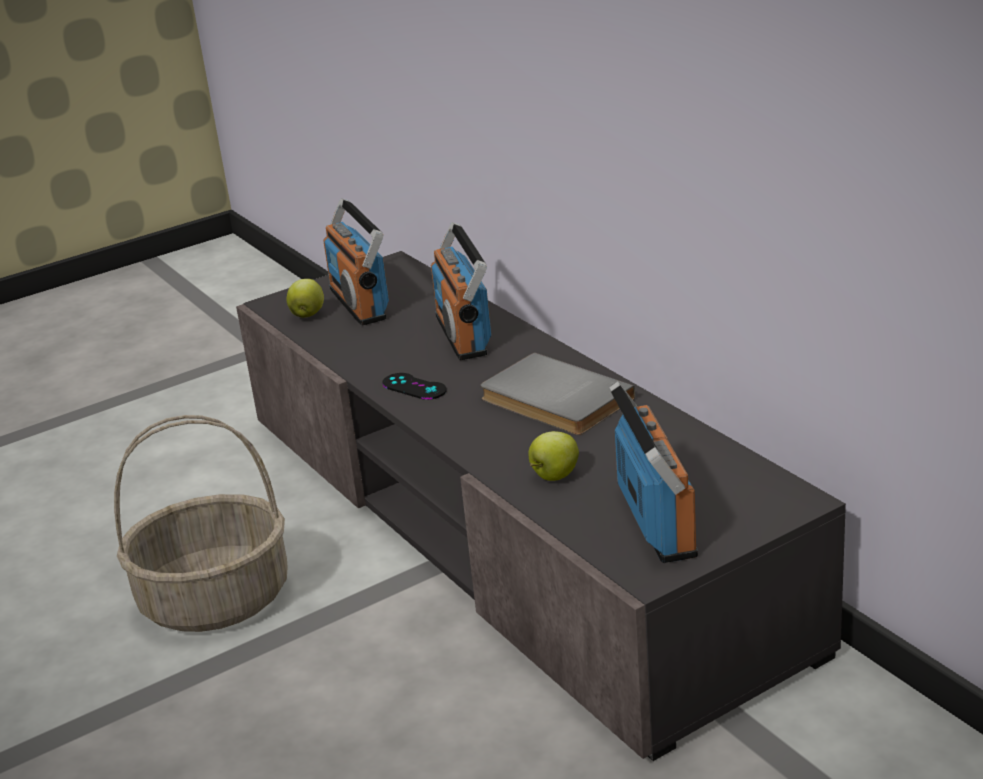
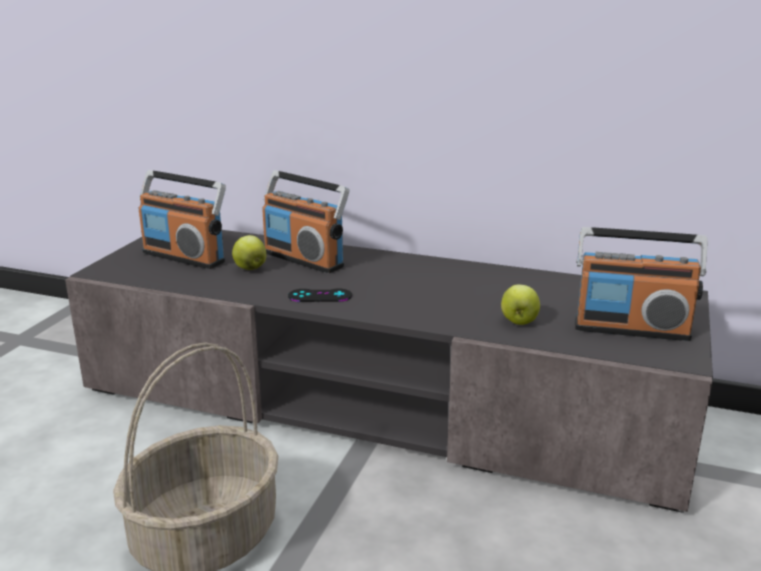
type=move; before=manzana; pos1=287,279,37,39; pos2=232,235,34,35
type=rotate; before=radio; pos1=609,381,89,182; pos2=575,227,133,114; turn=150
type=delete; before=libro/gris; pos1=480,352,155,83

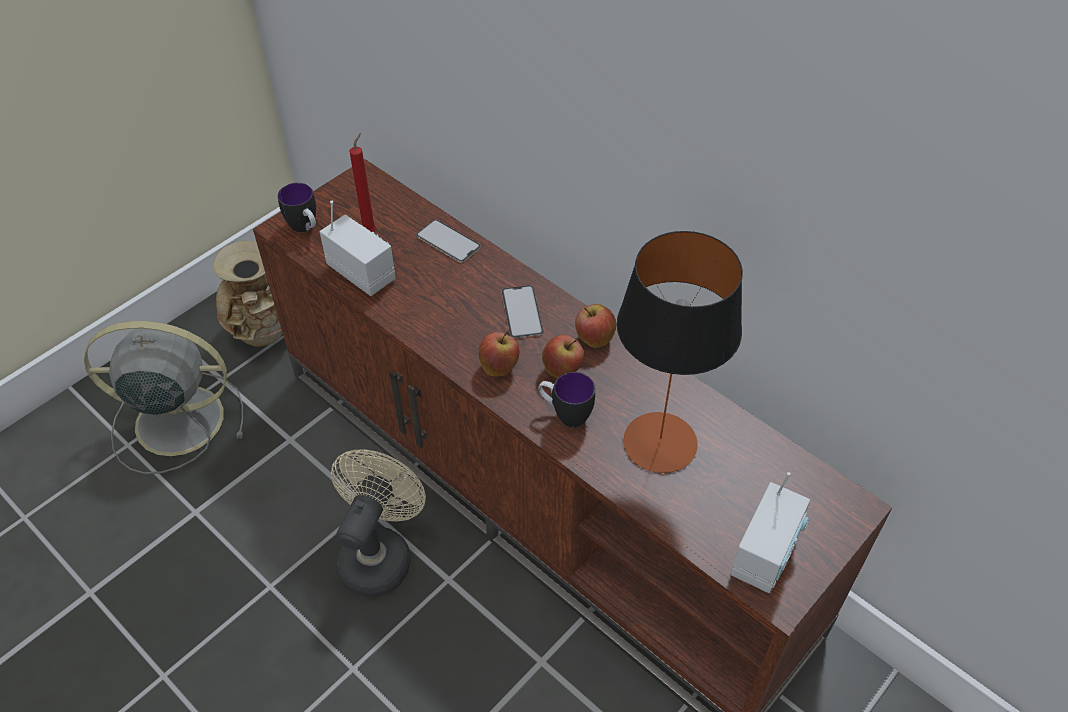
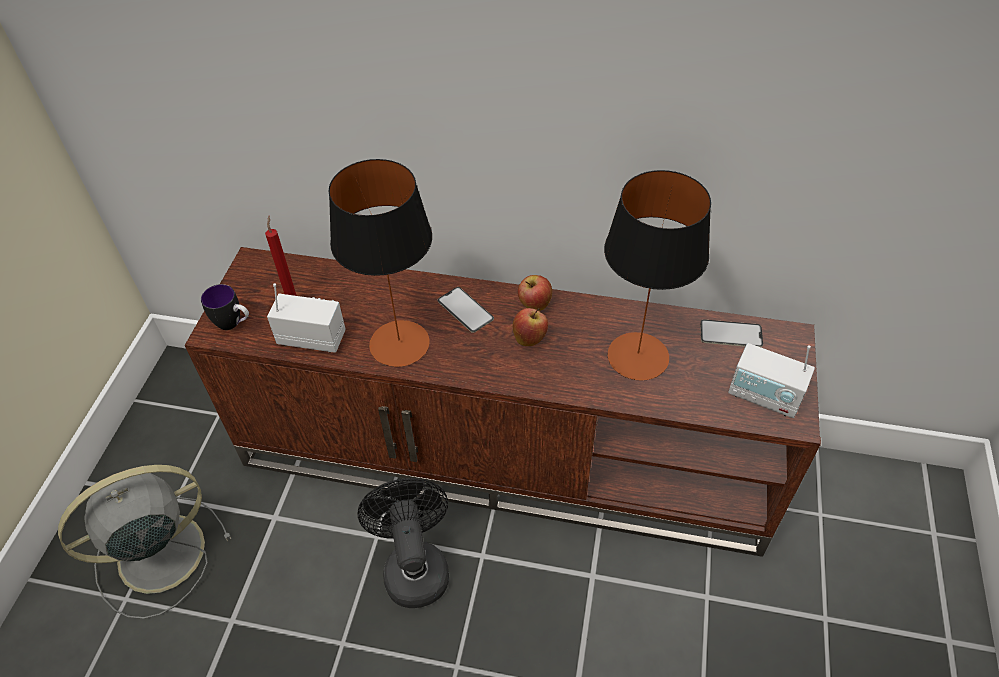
type=insert; after=lámpara de mesa; pos2=329,159,103,208
type=recolor; before=ventilador/beis; after=ventilador/negro; pos1=331,450,95,147; pos2=357,478,92,130
type=move; before=móvil; pos1=416,219,65,44; pos2=700,319,63,28
type=rotate; before=radio; pos1=730,472,80,121; pos2=728,343,87,75; turn=120
type=delete; before=florero/beis; pos1=213,241,70,106
type=delete; before=manzana; pos1=478,331,41,46
type=delete; before=taza grande; pos1=538,372,57,55

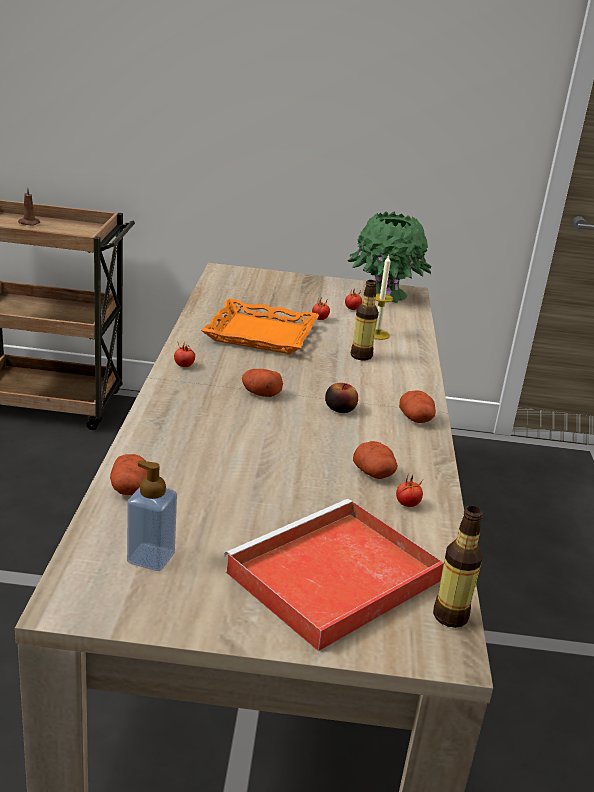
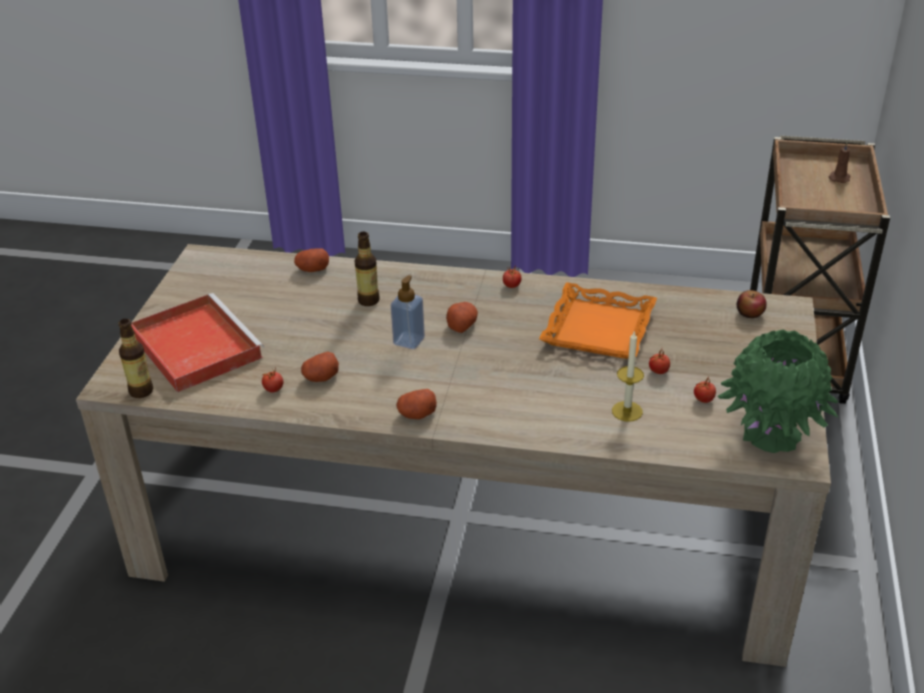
type=move; before=botella; pos1=351,280,28,81; pos2=354,232,26,74
type=move; before=dispensador de jabón; pos1=127,461,50,110; pos2=391,275,34,74
type=move; before=manzana; pos1=325,383,33,30; pos2=737,290,30,28

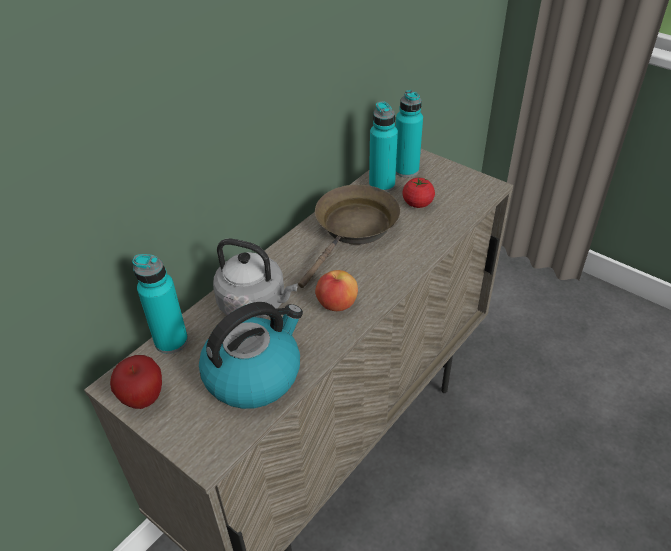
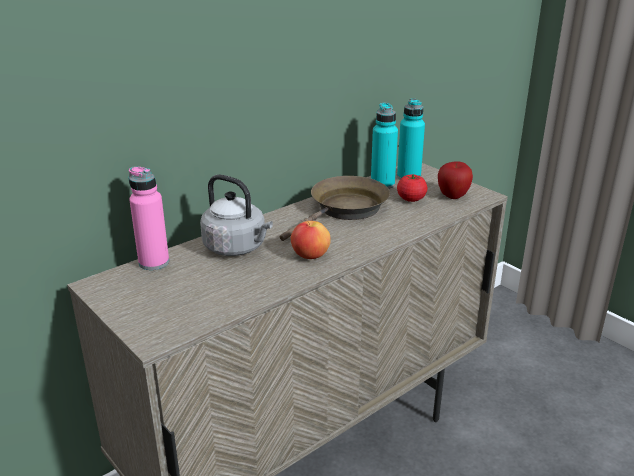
type=recolor; before=botella/turquesa; after=botella/rosa; pos1=132,254,56,100; pos2=129,166,40,104
type=move; before=manzana; pos1=110,355,52,54; pos2=438,161,35,38
type=delete; before=hervidor; pos1=199,302,104,107

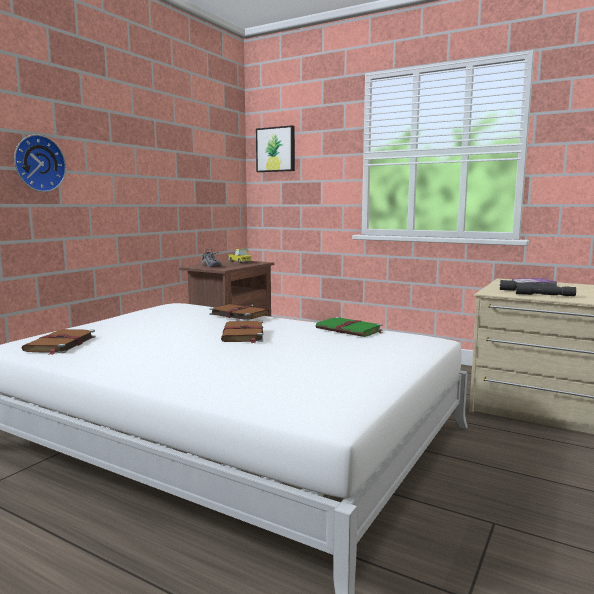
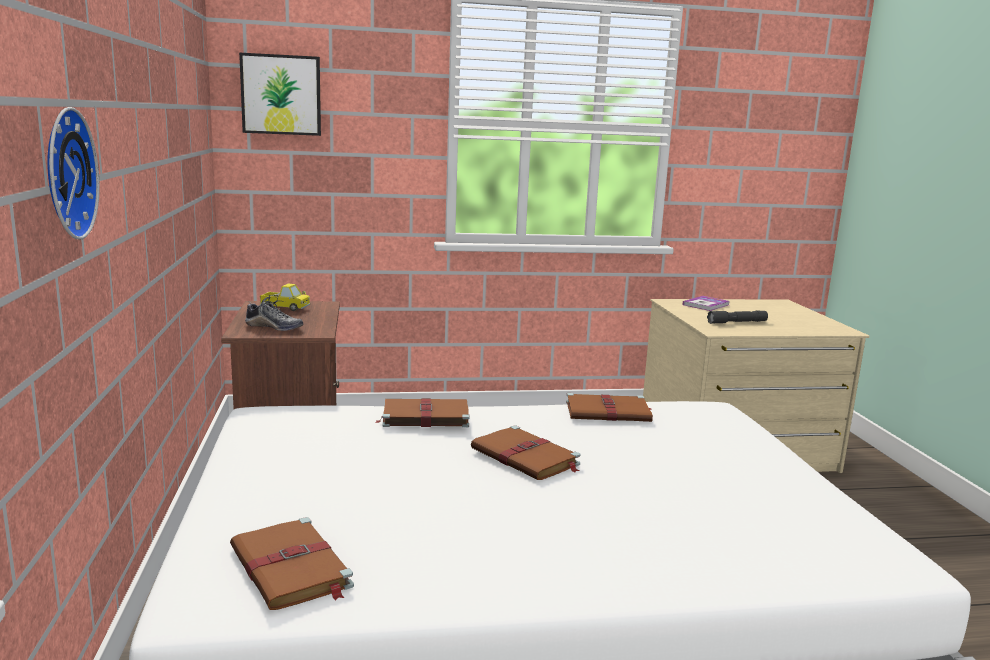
type=recolor; before=libro/verde; after=libro/marrón; pos1=316,317,66,20; pos2=566,393,87,29
type=delete; before=linterna/gris; pos1=516,284,60,12

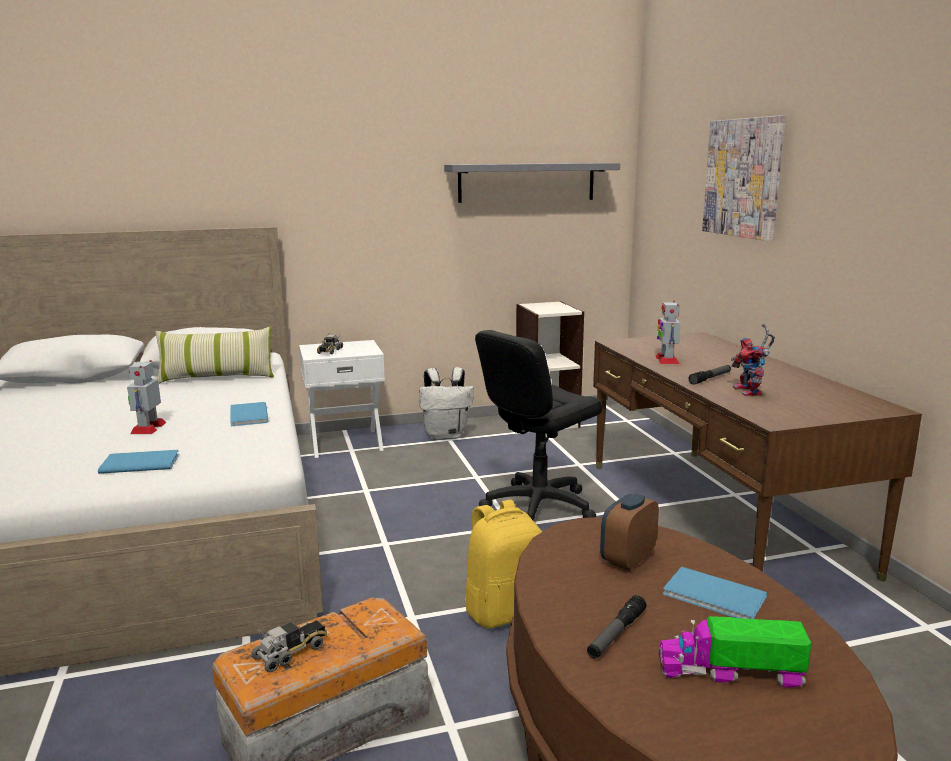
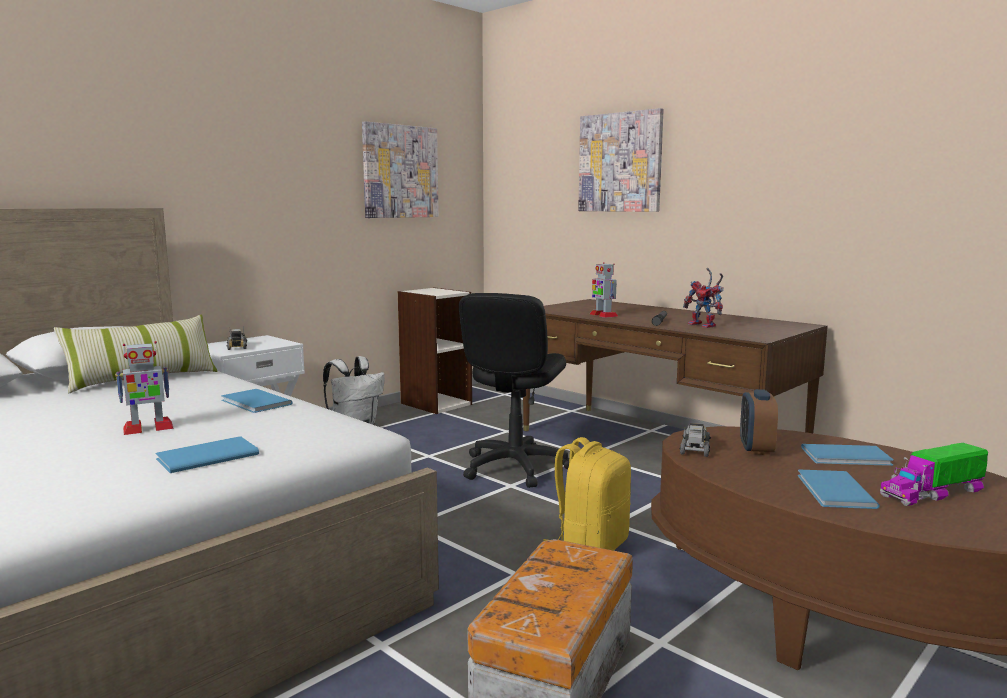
type=rotate; before=robot de juguete; pos1=127,360,39,74; pos2=115,341,59,94; turn=-90
type=replace; before=estante/gris; after=cuadro; pos1=444,163,176,40; pos2=362,121,77,97
type=move; before=camión de juguete; pos1=251,620,76,52; pos2=679,423,32,34
type=replace; before=linterna; after=libro/azul; pos1=587,595,59,63; pos2=797,469,83,40

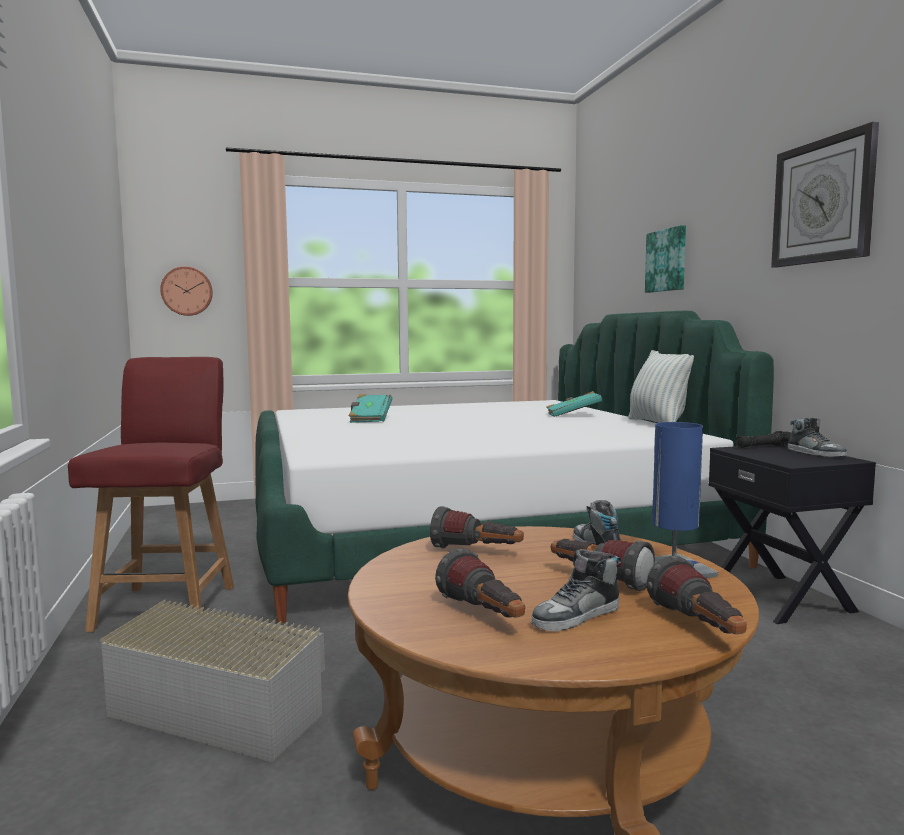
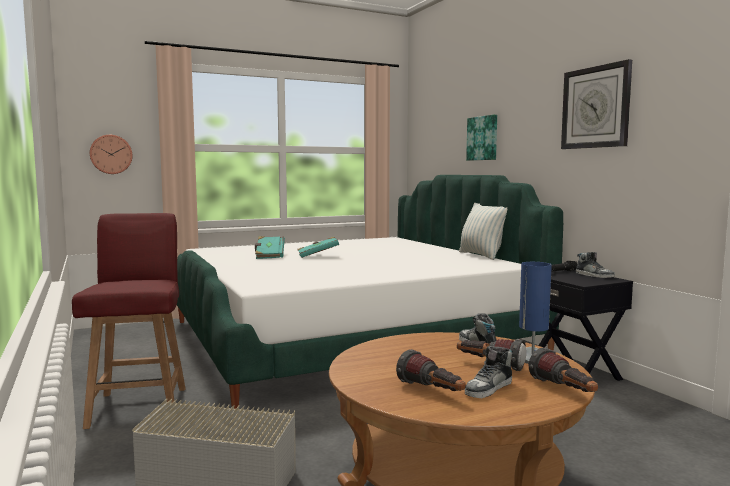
type=move; before=libro/turquesa; pos1=546,391,56,26; pos2=297,237,42,21
type=delete; before=linterna; pos1=430,506,94,42

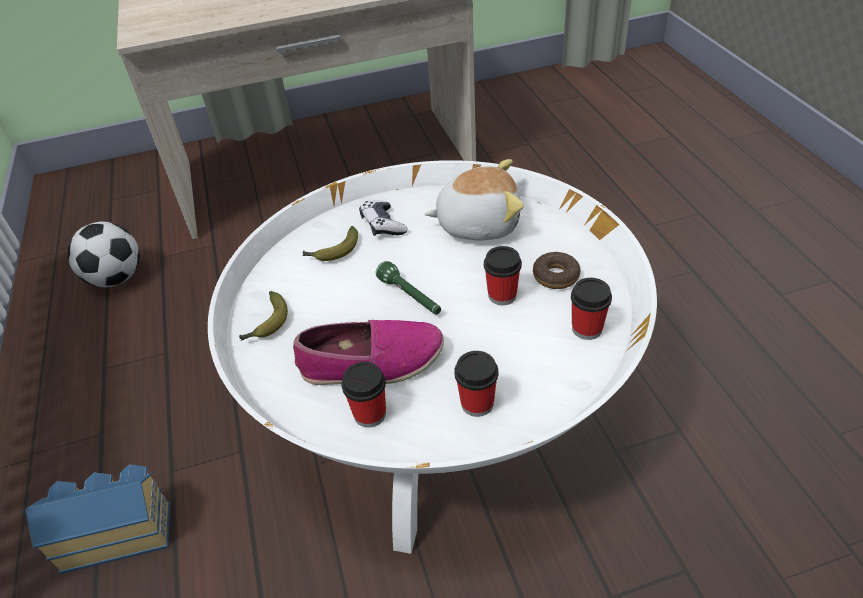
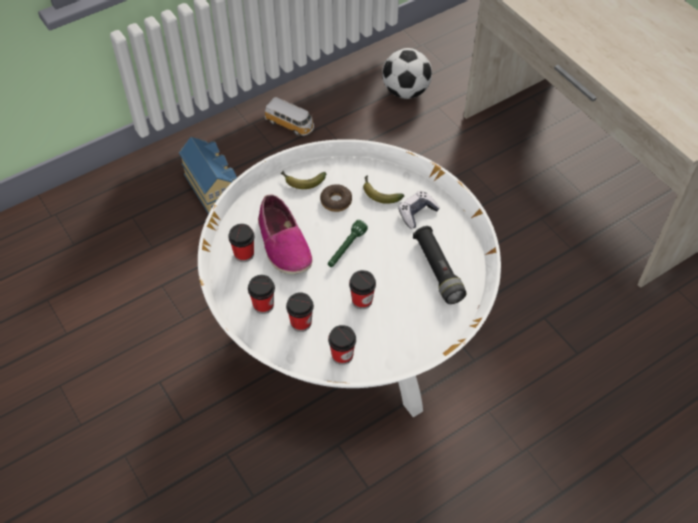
type=insert; after=coche de juguete; pos2=265,97,49,39
type=insert; after=taza; pos2=286,292,28,40
type=move; before=rosquilla; pos1=533,252,48,37; pos2=320,184,32,28
type=replace; before=peluche; after=linterna/negro; pos1=425,159,99,81; pos2=413,226,54,78

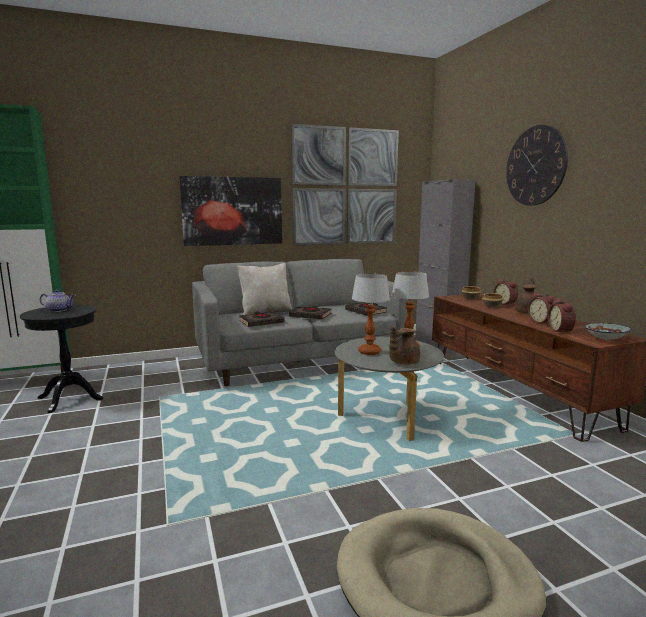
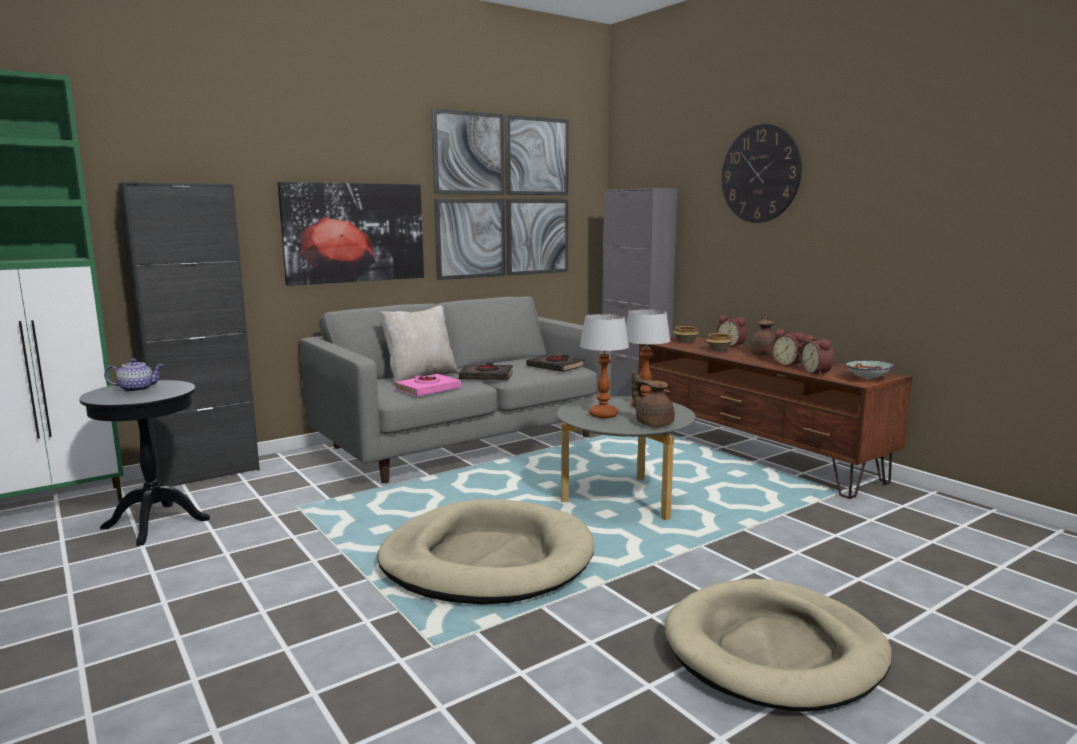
type=insert; after=armario/negro; pos2=118,182,142,305
type=insert; after=cama para perro/beis; pos2=377,499,217,105
type=recolor; before=libro/negro; after=libro/rosa; pos1=239,311,46,16; pos2=394,374,67,22
type=rotate; before=tetera/marrón; pos1=389,327,31,38; pos2=631,370,44,57; turn=105

